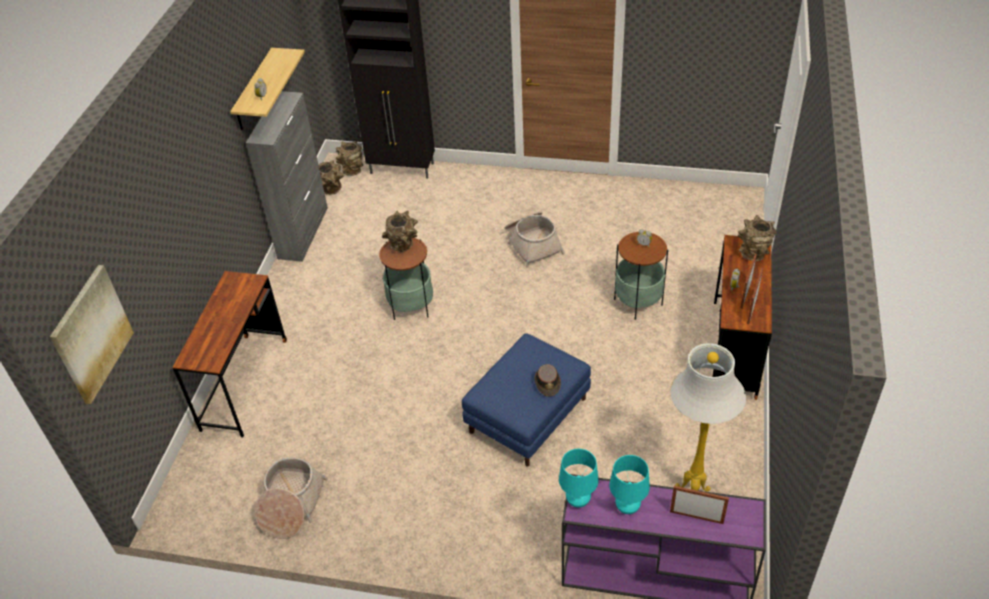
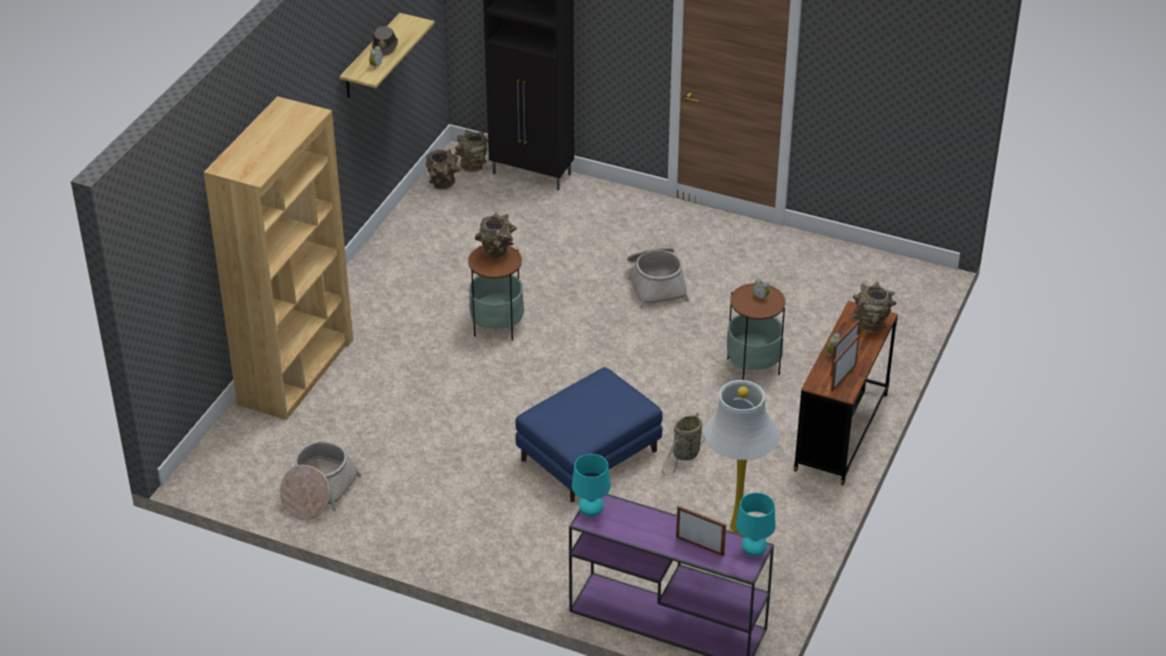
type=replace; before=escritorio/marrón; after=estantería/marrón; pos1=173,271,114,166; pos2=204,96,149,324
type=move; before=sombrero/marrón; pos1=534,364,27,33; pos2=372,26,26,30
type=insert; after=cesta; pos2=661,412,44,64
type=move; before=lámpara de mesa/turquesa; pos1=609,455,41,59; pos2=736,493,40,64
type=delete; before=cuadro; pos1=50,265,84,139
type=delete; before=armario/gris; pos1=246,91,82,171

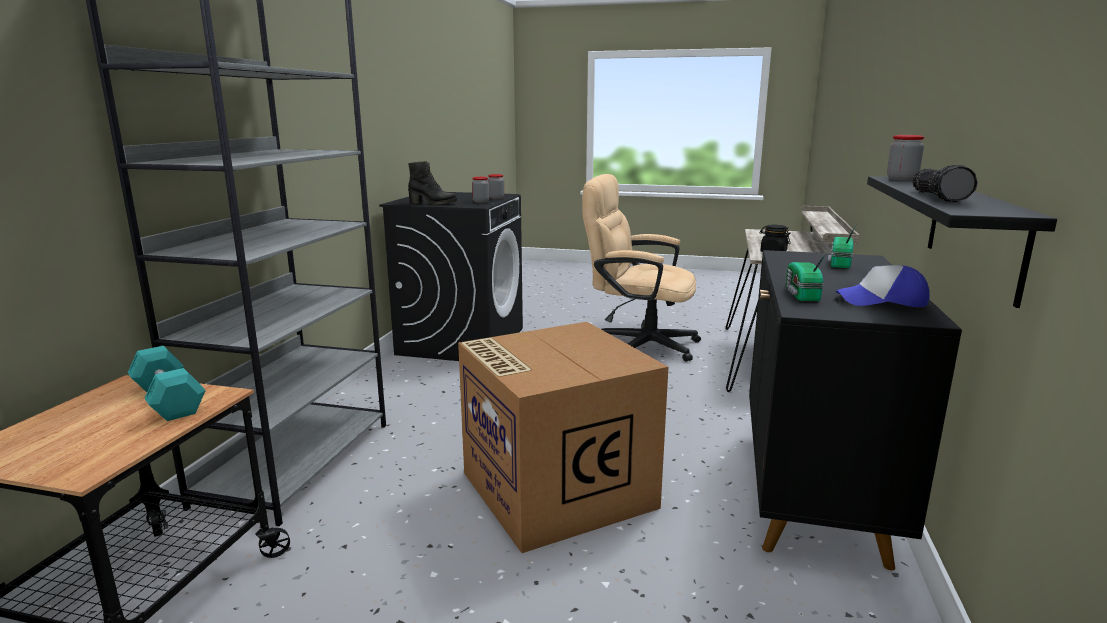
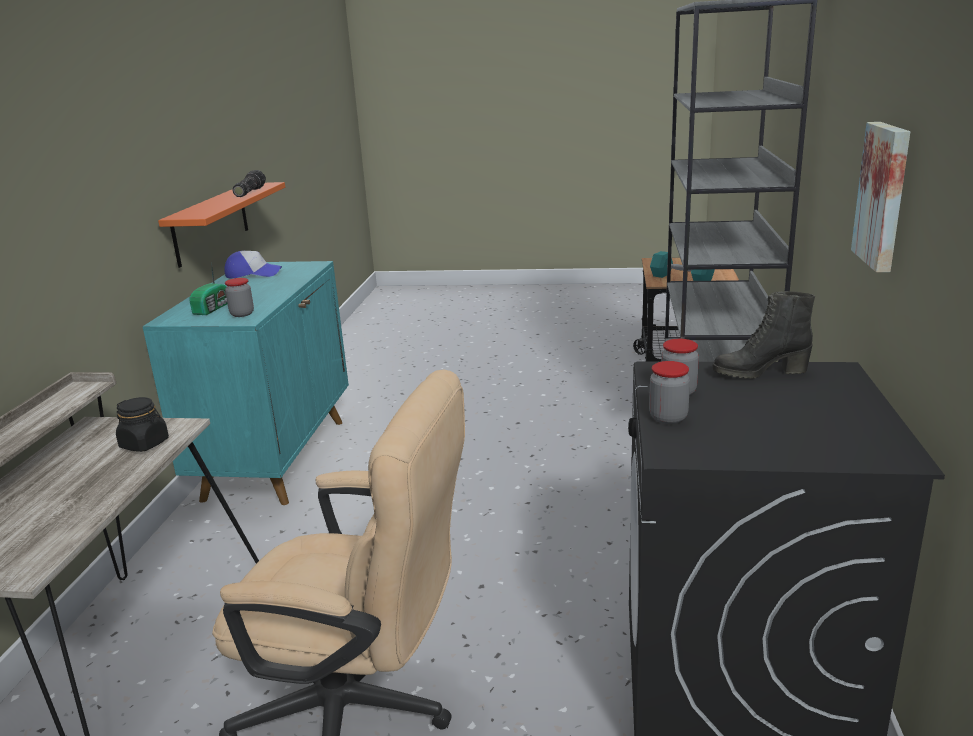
type=recolor; before=armario/negro; after=armario/turquesa; pos1=749,250,213,320; pos2=143,261,206,244
type=recolor; before=estante/negro; after=estante/naranja; pos1=867,176,190,132; pos2=158,182,127,86
type=move; before=tarro; pos1=887,135,37,45; pos2=225,278,29,39
type=insert; after=cuadro; pos2=851,122,59,150
type=delete; before=caja de cartón; pos1=458,322,210,231
type=delete; before=radio; pos1=786,247,44,54

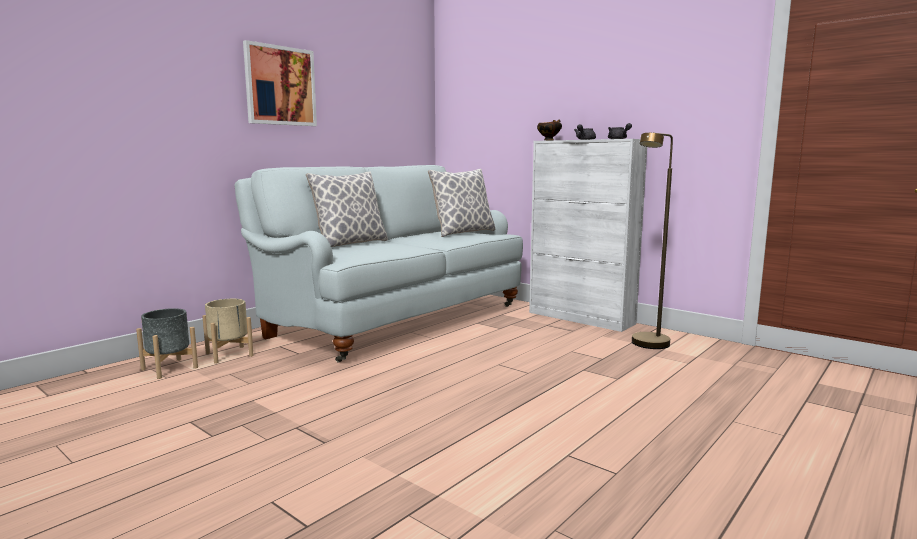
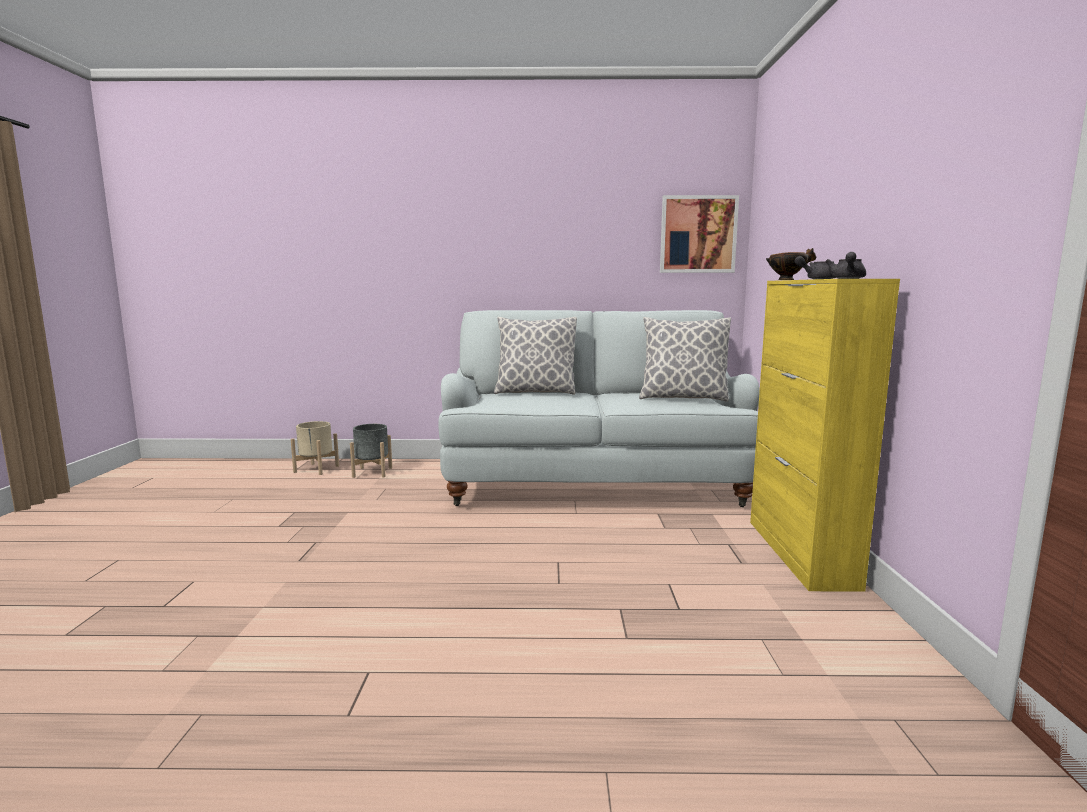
type=move; before=maceta/beis; pos1=202,299,52,65; pos2=291,421,48,54
type=move; before=cuadro; pos1=243,40,74,86; pos2=660,195,79,78
type=recolor; before=armario/blanco; after=armario/amarillo; pos1=529,139,118,193; pos2=750,279,150,313
type=delete; before=lámpara de pie/marrón; pos1=632,133,41,216

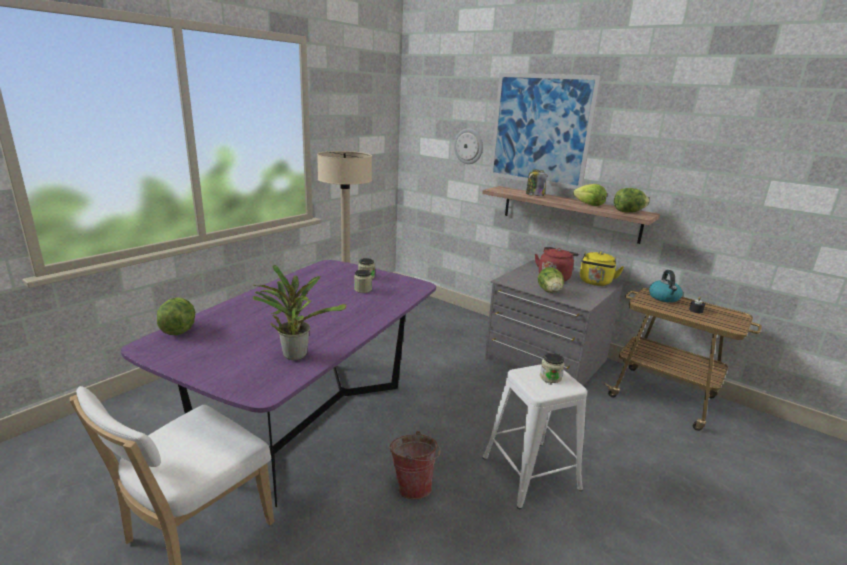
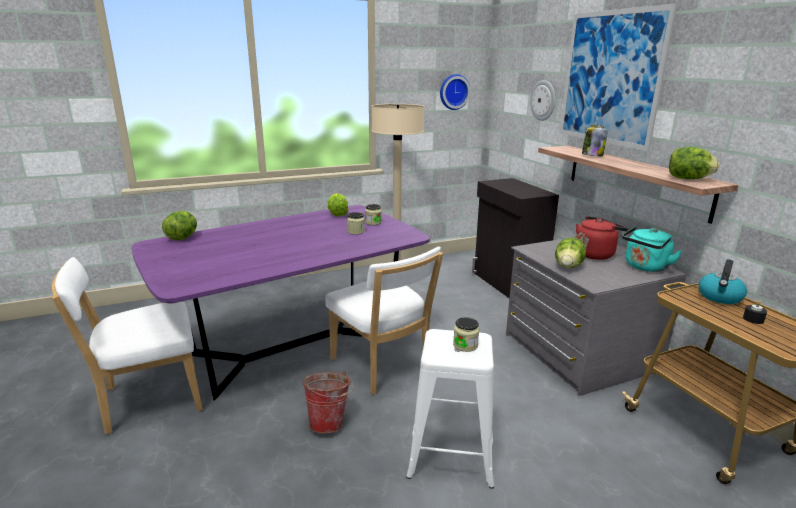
type=insert; after=silla/blanco; pos2=325,247,118,147
type=move; before=lechuga; pos1=573,184,34,22; pos2=328,193,20,24
type=insert; after=reloj de pared; pos2=440,74,30,36
type=insert; after=armario/negro; pos2=472,178,87,120
type=recolor; before=hervidor/amarillo; after=hervidor/turquesa; pos1=580,252,44,34; pos2=622,226,60,46
type=delete; before=planta en maceta; pos1=253,265,93,95

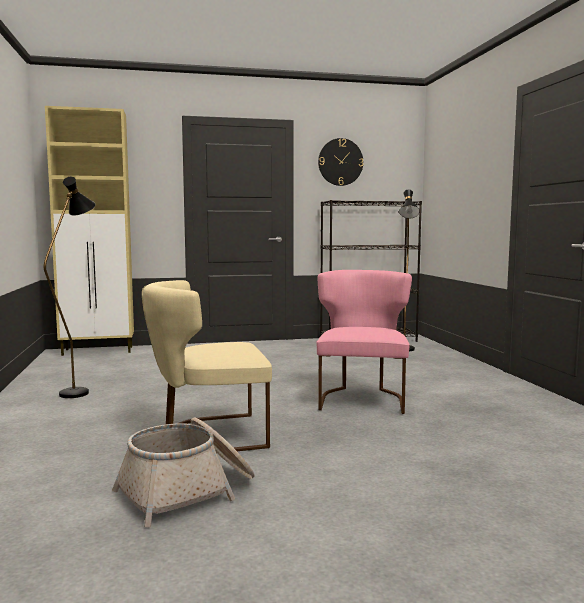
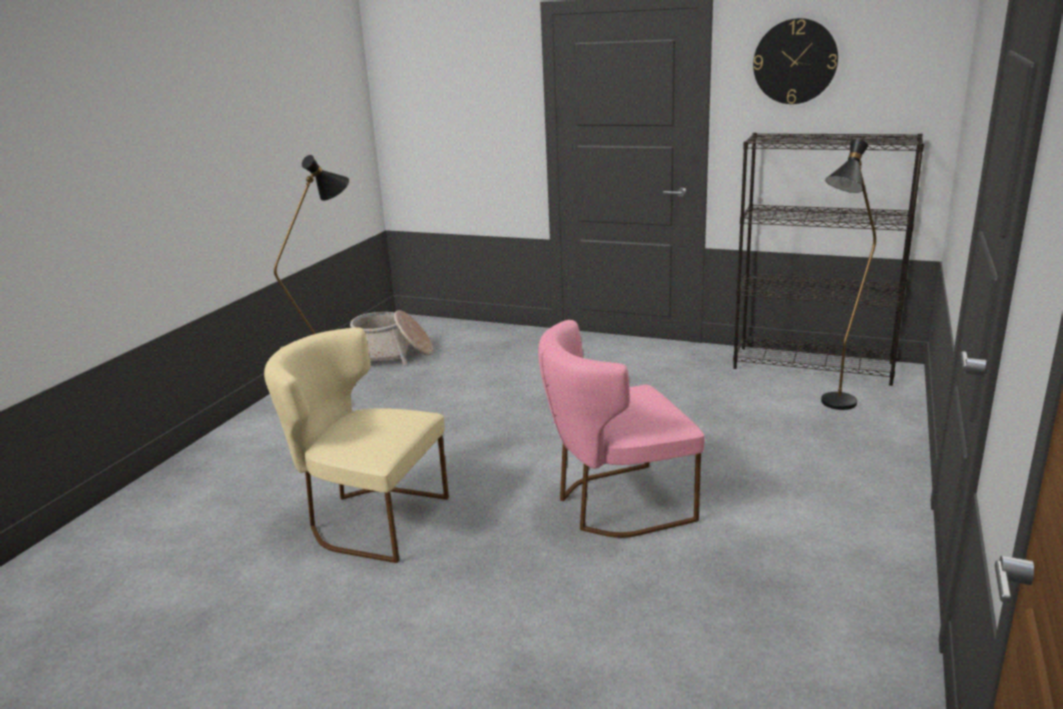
type=move; before=cesta; pos1=112,418,143,109; pos2=350,310,83,55
type=rotate; before=silla/rosa; pos1=317,270,95,144; pos2=538,320,166,218; turn=-150
type=delete; before=armario/beis; pos1=45,106,89,250

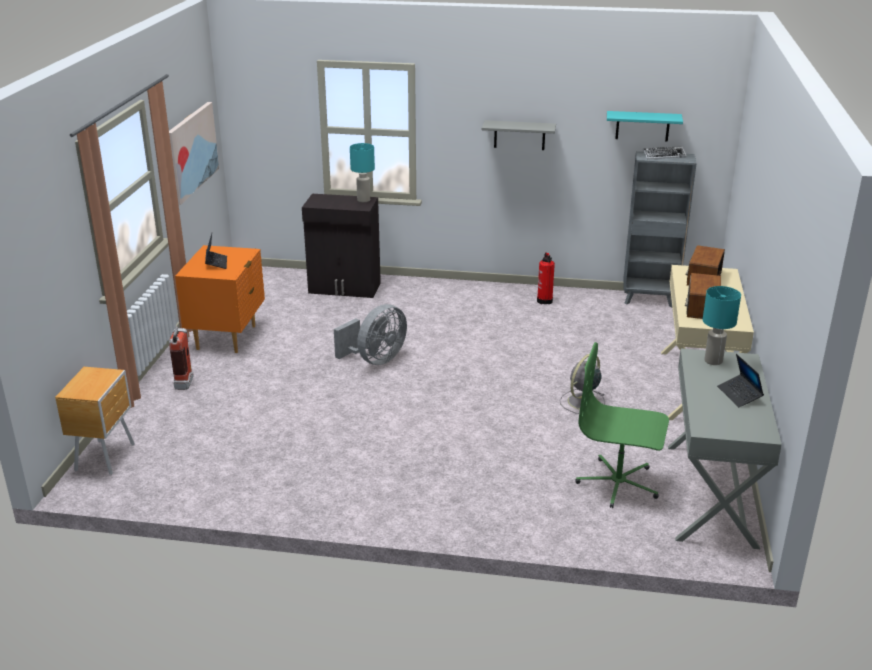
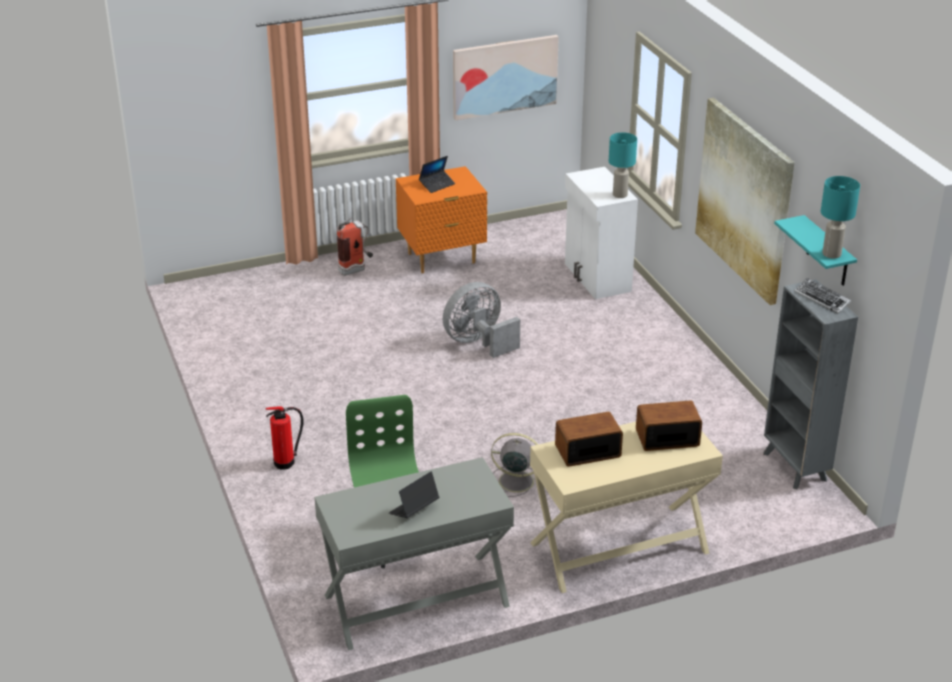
type=move; before=extintor; pos1=537,252,18,52; pos2=265,406,39,64
type=rotate; before=ventilador/gris; pos1=334,304,73,61; pos2=443,282,77,76; turn=135
type=recolor; before=armario/negro; after=armario/blanco; pos1=302,194,79,104; pos2=565,167,73,132
type=replace; before=estante/gris; after=cuadro; pos1=482,120,74,30; pos2=695,98,100,207
type=move; before=lámpara de mesa/turquesa; pos1=702,286,39,79; pos2=821,176,39,83
type=delete; before=mesita de noche/marrón; pos1=55,367,80,108

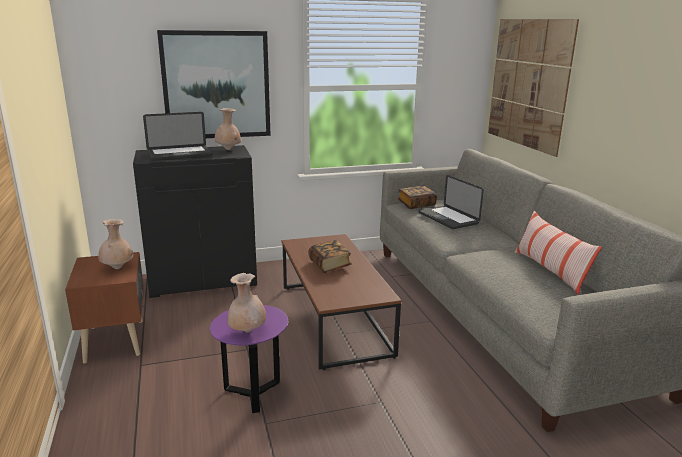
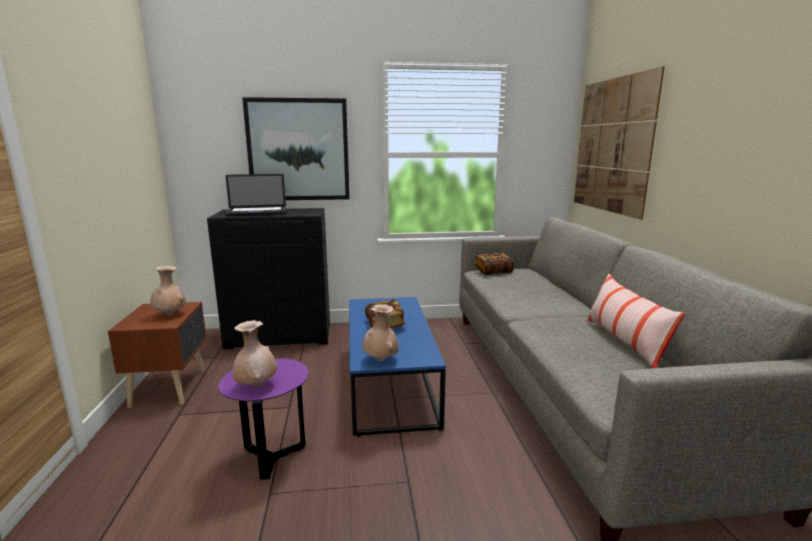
type=recolor; before=mesa de centro/marrón; after=mesa de centro/azul; pos1=282,234,120,136; pos2=349,297,97,140
type=move; before=florero/beis; pos1=215,108,26,42; pos2=362,304,37,58
type=delete; before=portátil; pos1=419,175,65,54

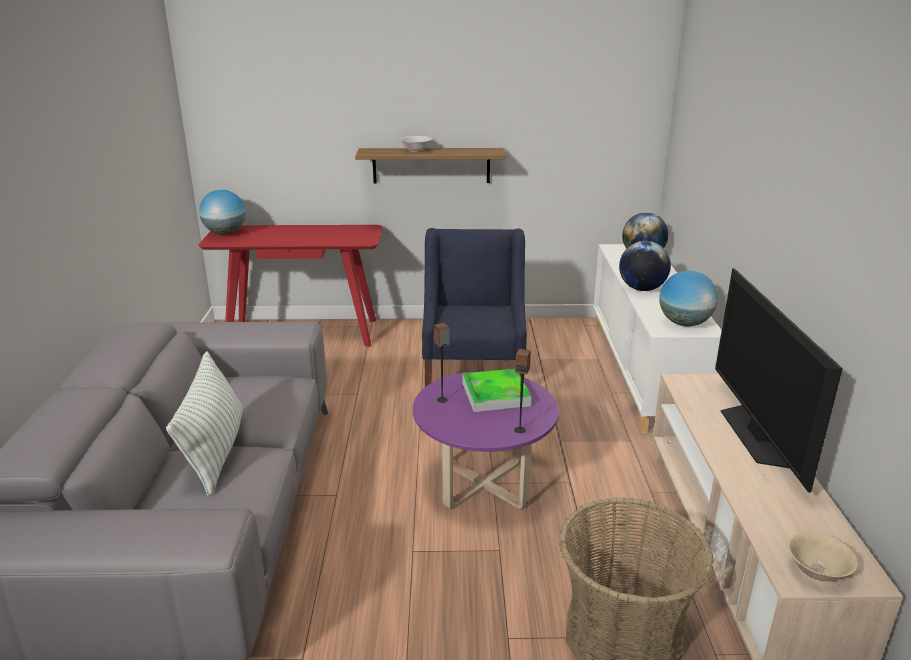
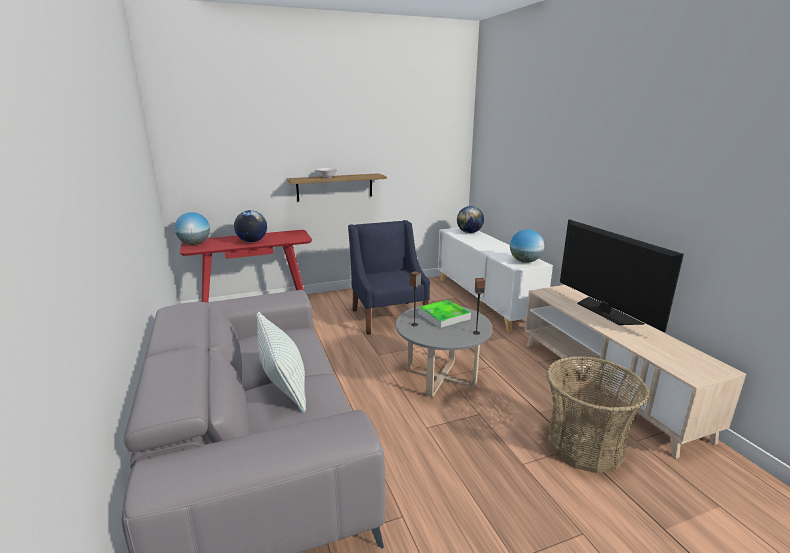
type=move; before=globo terráqueo; pos1=619,241,52,50; pos2=234,210,33,32
type=recolor; before=mesa de centro/morado; after=mesa de centro/gris; pos1=413,371,146,139; pos2=396,305,97,92
type=delete; before=cuenco/beis; pos1=788,532,70,49

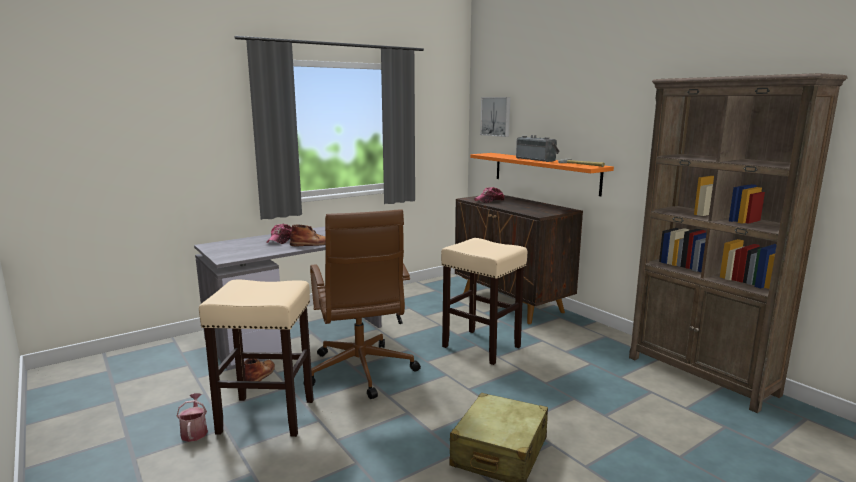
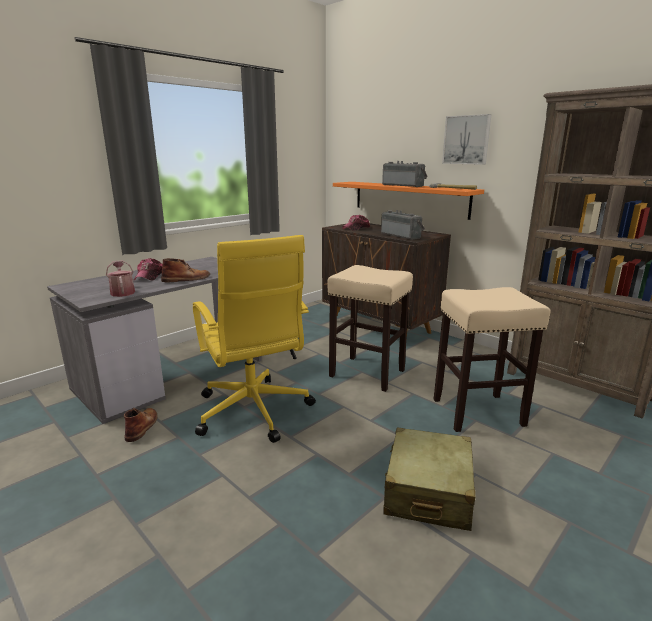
type=move; before=regadera; pos1=176,393,32,49; pos2=106,260,29,37
type=recolor; before=silla de oficina/marrón; after=silla de oficina/amarillo; pos1=303,209,118,190; pos2=193,235,123,208
type=insert; after=radio; pos2=381,210,44,30
type=move; before=taburete/beis; pos1=199,280,115,157; pos2=434,287,117,145
type=move; before=cuadro; pos1=480,97,30,40; pos2=442,114,49,51

